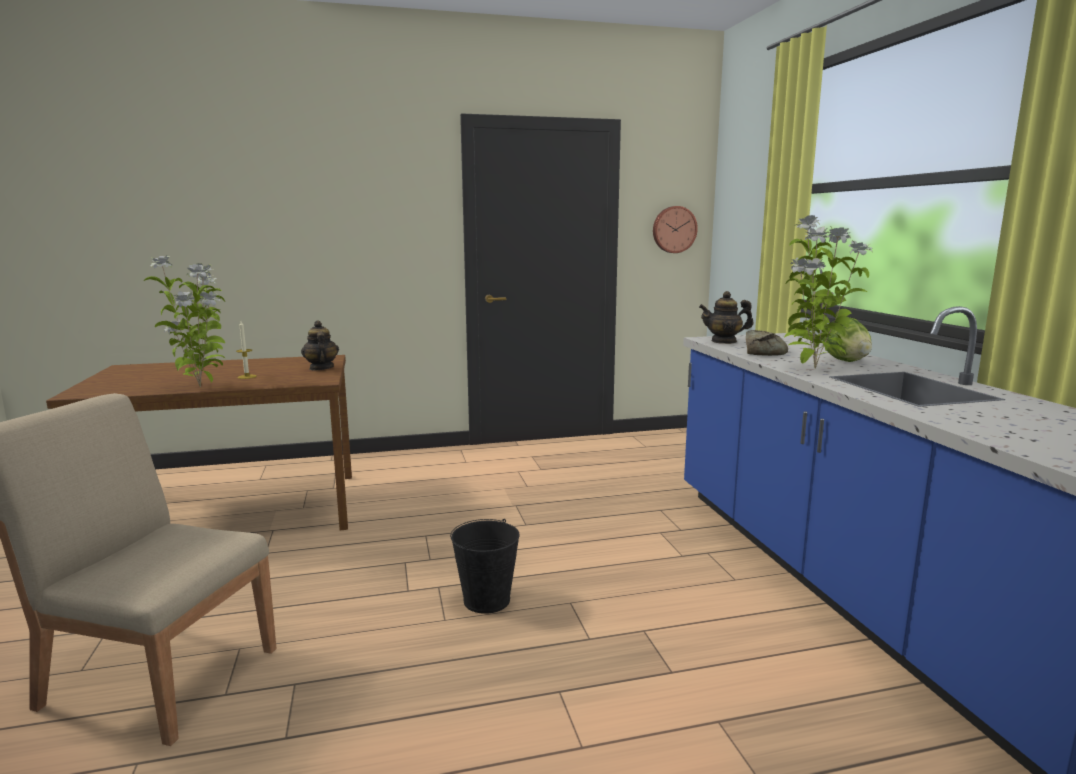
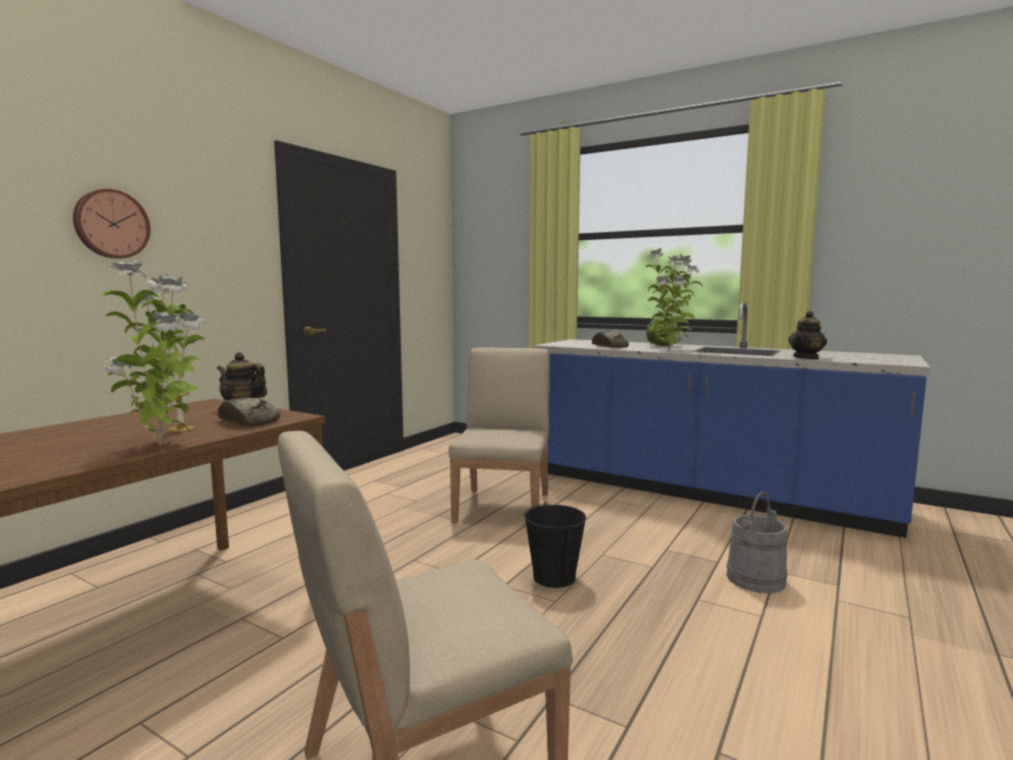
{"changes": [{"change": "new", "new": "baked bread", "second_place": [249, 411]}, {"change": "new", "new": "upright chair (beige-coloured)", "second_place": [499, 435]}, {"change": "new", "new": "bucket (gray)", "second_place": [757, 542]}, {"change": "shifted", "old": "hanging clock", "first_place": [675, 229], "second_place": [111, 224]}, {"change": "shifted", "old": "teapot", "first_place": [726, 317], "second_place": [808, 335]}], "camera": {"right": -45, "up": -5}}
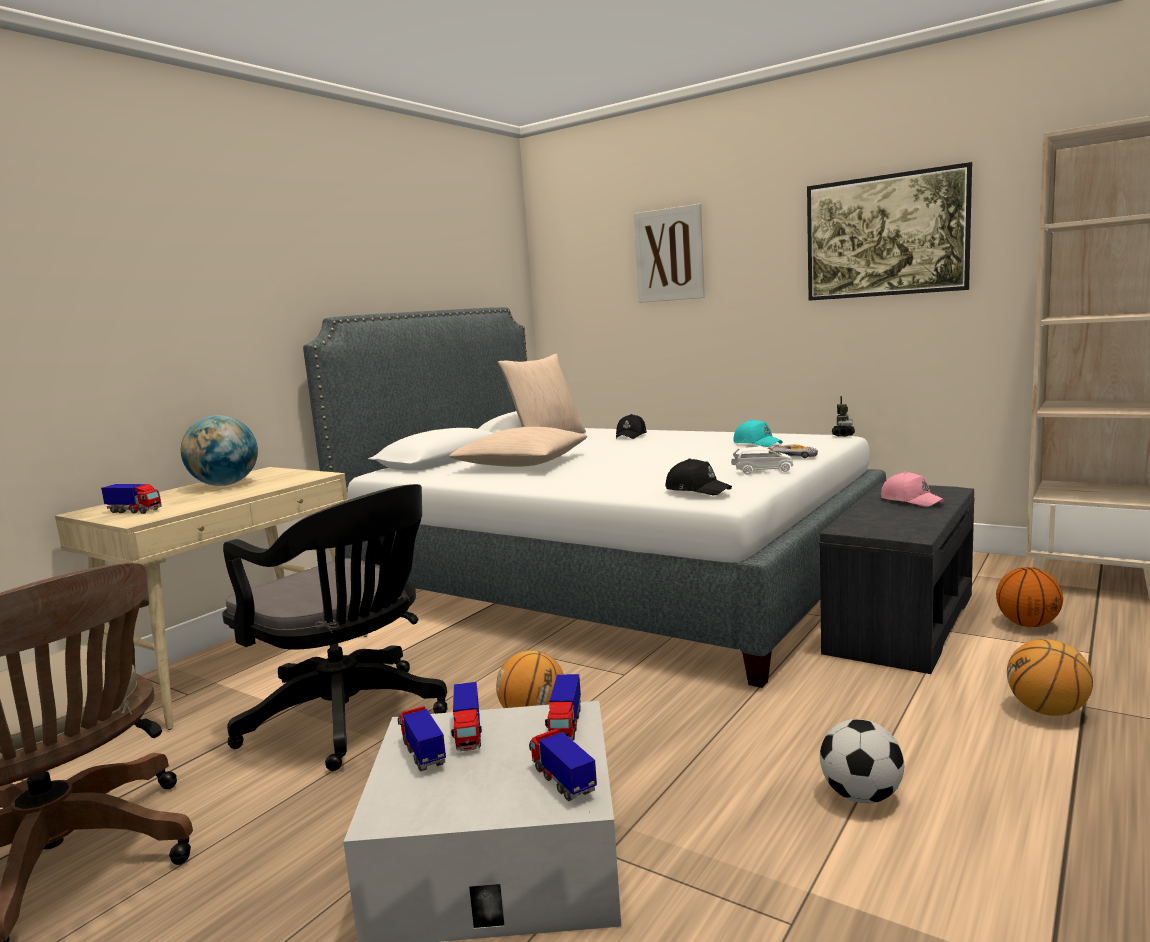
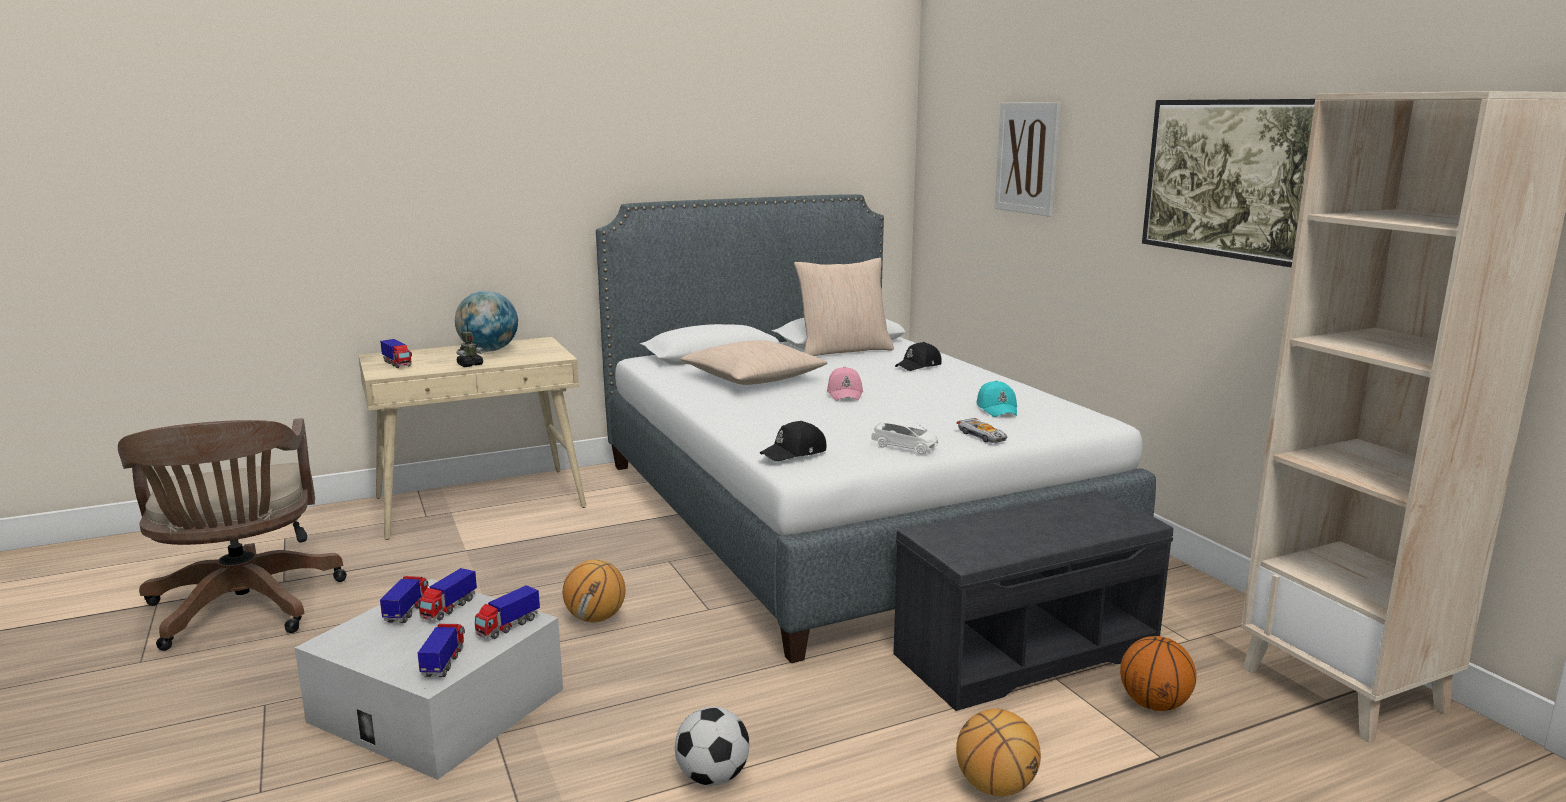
{"changes": [{"change": "gone", "old": "computer chair (blackish)", "first_place": [335, 627]}, {"change": "shifted", "old": "toy robot", "first_place": [843, 416], "second_place": [470, 345]}, {"change": "shifted", "old": "baseball cap (pink)", "first_place": [912, 489], "second_place": [845, 384]}, {"change": "rotated", "old": "baseball cap (blackish)", "first_place": [698, 477], "second_place": [793, 441], "degrees": 75}], "camera": {"right": 30, "up": 5}}
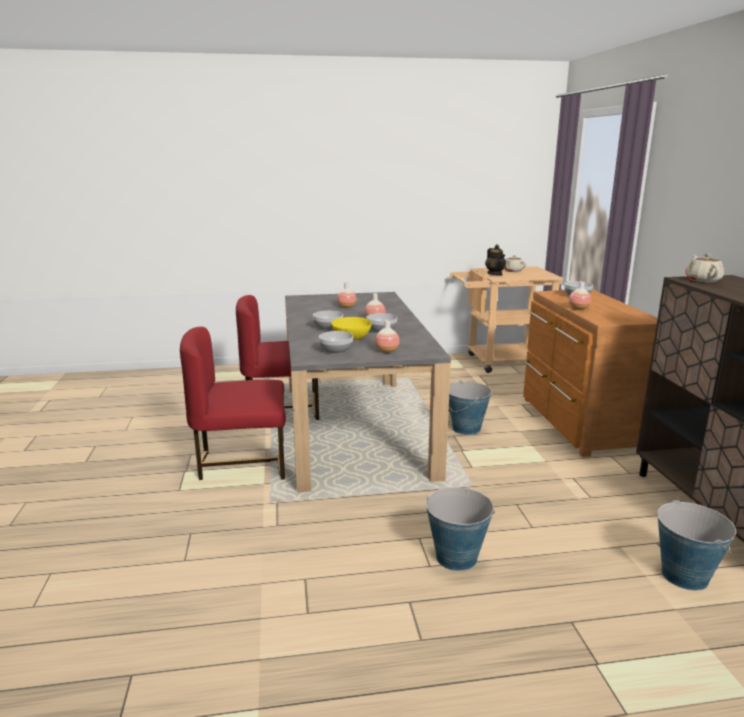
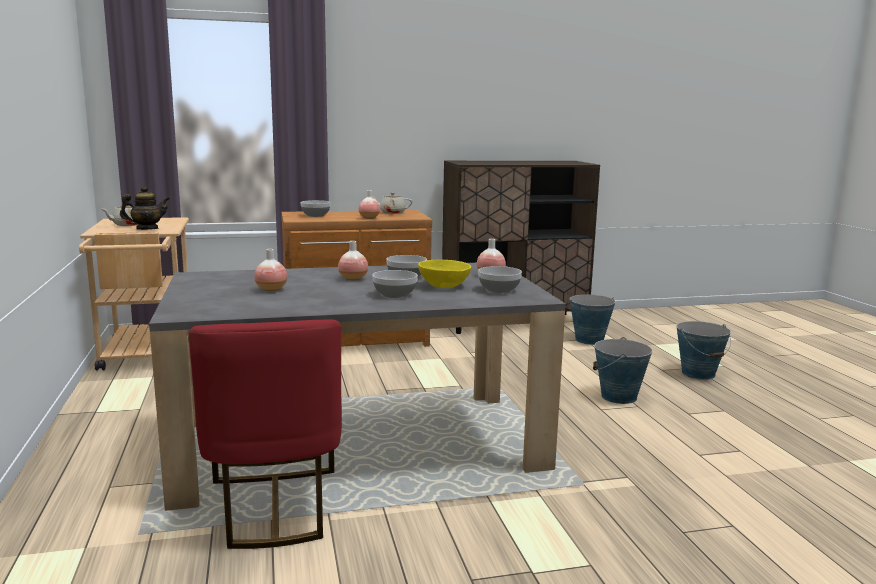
{"changes": [{"change": "gone", "old": "upright chair (red-coloured)", "first_place": [233, 403]}, {"change": "shifted", "old": "bucket", "first_place": [470, 407], "second_place": [704, 350]}, {"change": "shifted", "old": "teapot (beige-coloured)", "first_place": [704, 268], "second_place": [392, 203]}], "camera": {"right": -95, "up": -5}}
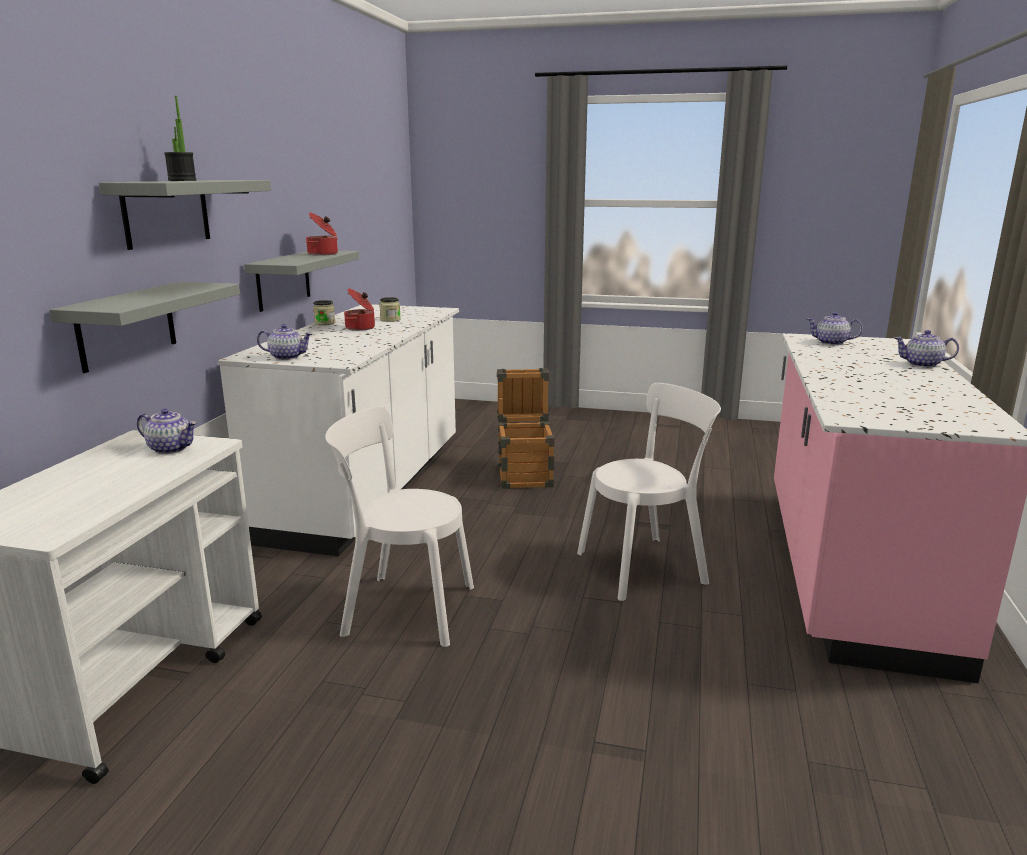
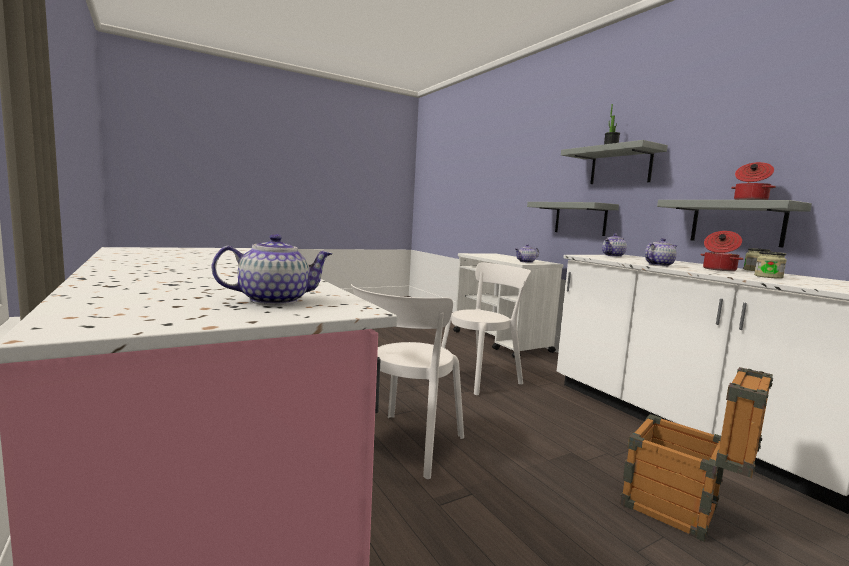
{"changes": [{"change": "shifted", "old": "teapot", "first_place": [926, 349], "second_place": [661, 252]}], "camera": {"right": 135, "up": -10}}
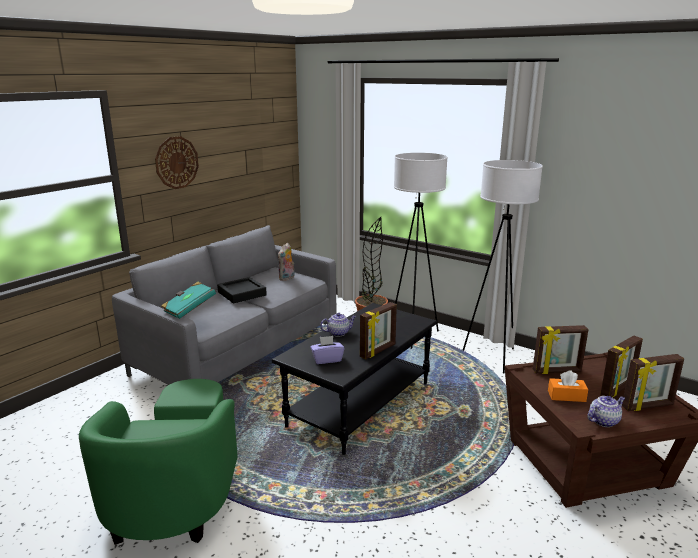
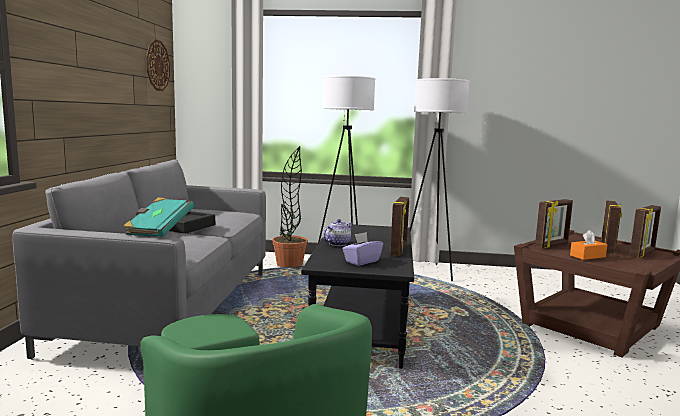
{"changes": [{"change": "gone", "old": "soft toy", "first_place": [286, 262]}, {"change": "gone", "old": "teapot", "first_place": [606, 411]}, {"change": "shifted", "old": "hanging clock", "first_place": [177, 162], "second_place": [158, 65]}], "camera": {"right": -30, "up": -10}}
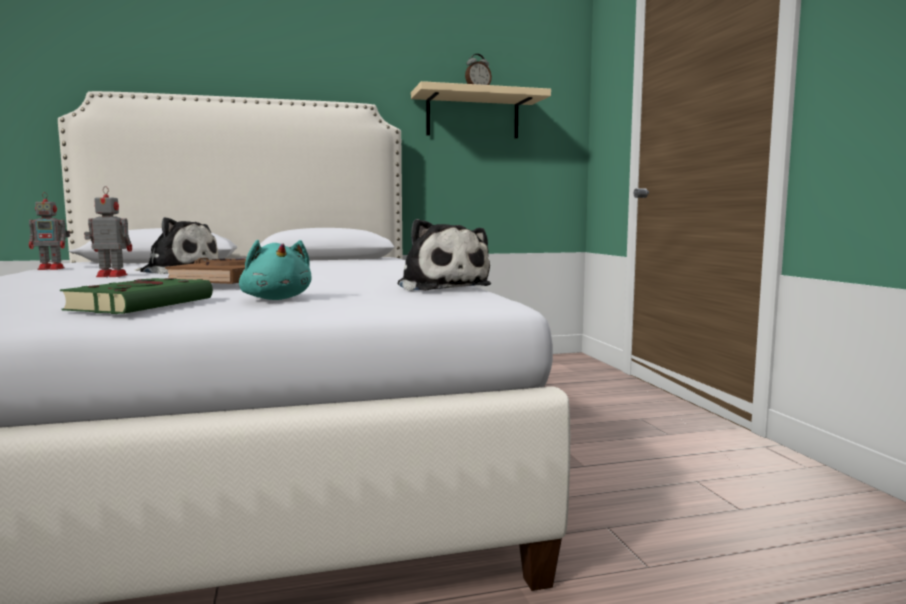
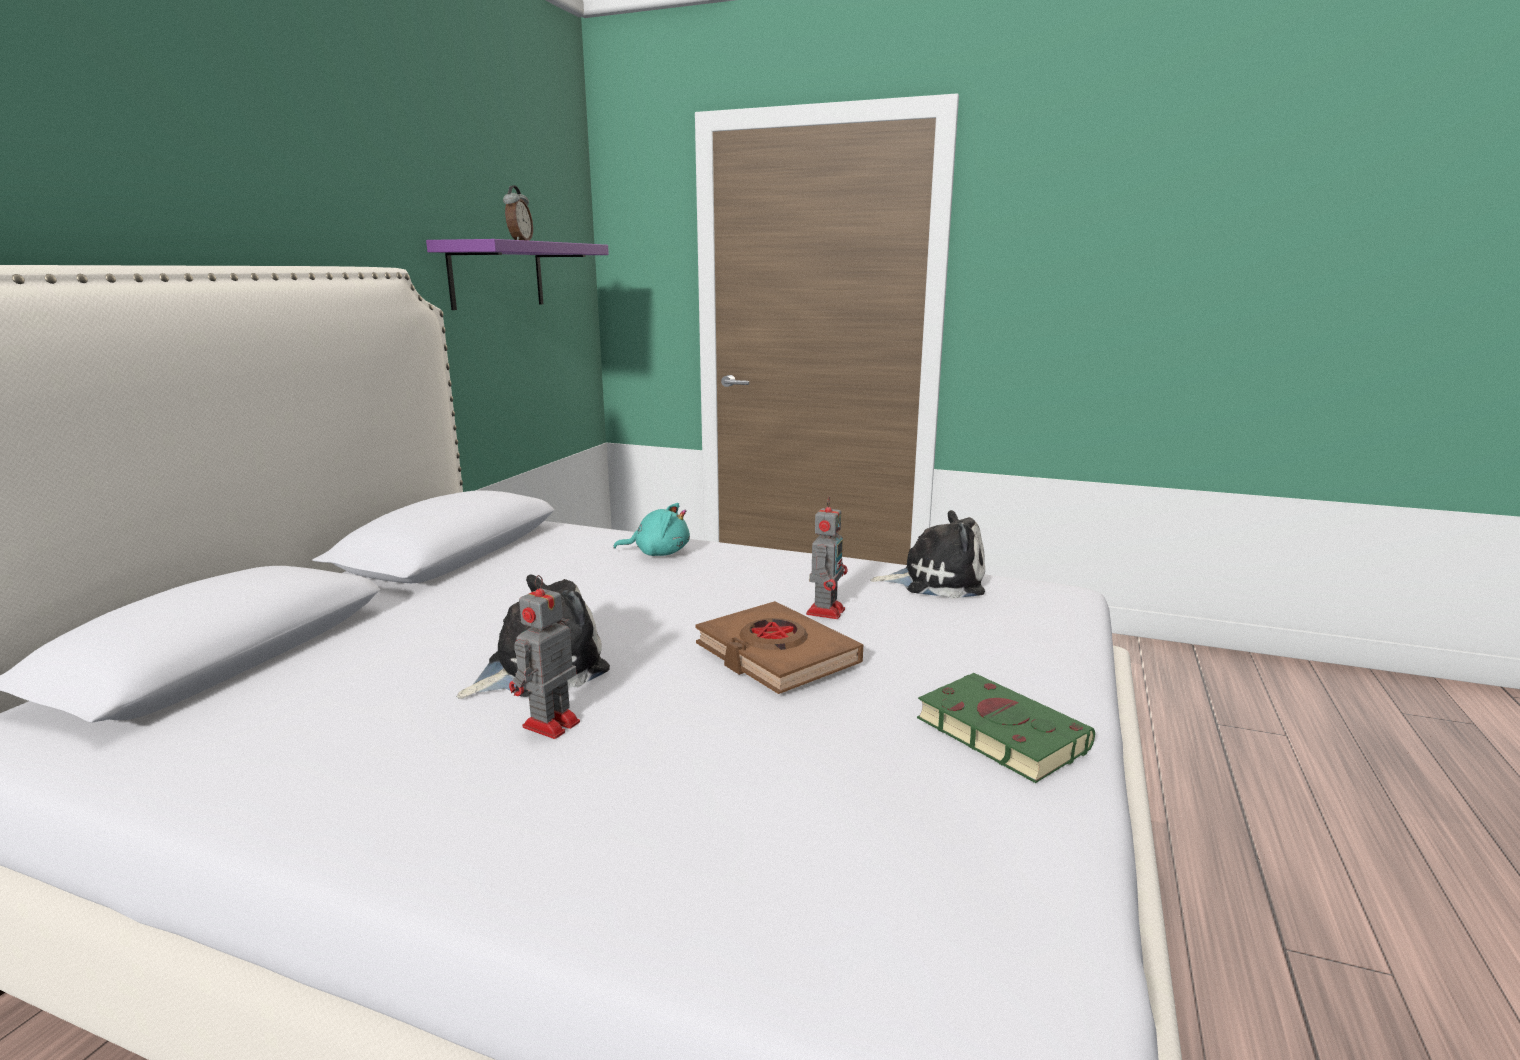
{"changes": [{"change": "shifted", "old": "toy robot", "first_place": [49, 231], "second_place": [827, 558]}, {"change": "shifted", "old": "soft toy (turquoise-coloured)", "first_place": [275, 270], "second_place": [651, 529]}, {"change": "repainted", "old": "wall shelf (beige-coloured)", "new": "wall shelf (purplish)", "first_place": [481, 109], "second_place": [517, 274]}], "camera": {"right": -55, "up": 10}}
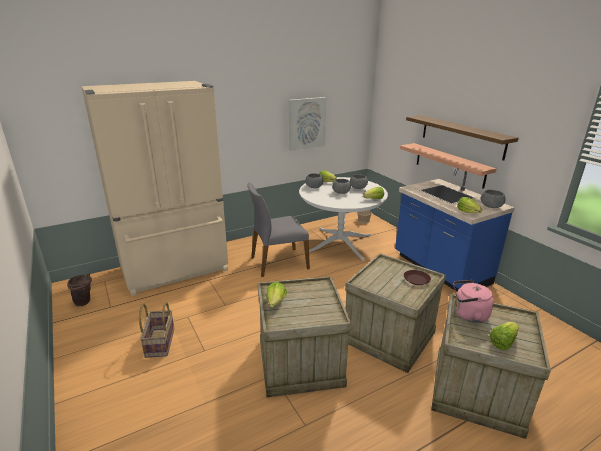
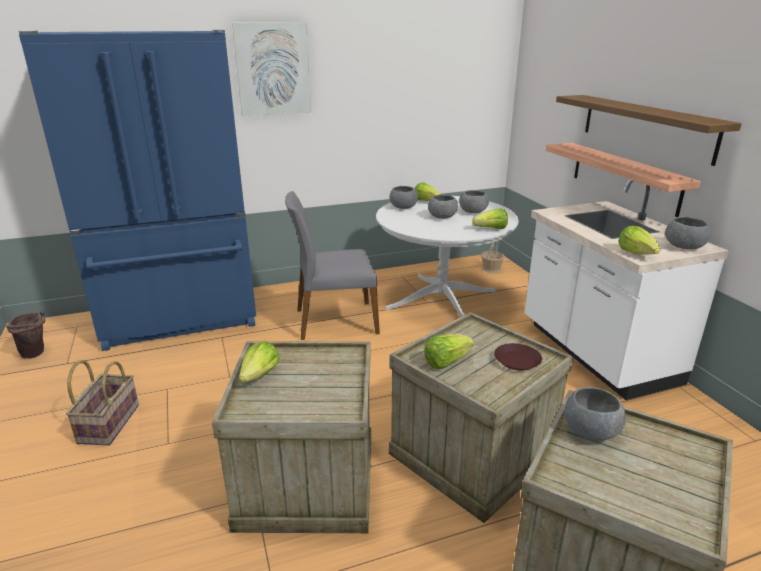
{"changes": [{"change": "shifted", "old": "wall picture", "first_place": [307, 124], "second_place": [271, 69]}, {"change": "shifted", "old": "lettuce head", "first_place": [504, 336], "second_place": [449, 351]}, {"change": "swapped", "old": "tea kettle (pink)", "new": "deep dish (gray)", "first_place": [473, 301], "second_place": [595, 414]}, {"change": "repainted", "old": "fridge (beige-coloured)", "new": "fridge (blue-coloured)", "first_place": [155, 188], "second_place": [137, 190]}, {"change": "repainted", "old": "kitchen counter (blue-coloured)", "new": "kitchen counter (white-coloured)", "first_place": [455, 230], "second_place": [627, 289]}], "camera": {"right": 10, "up": 0}}
